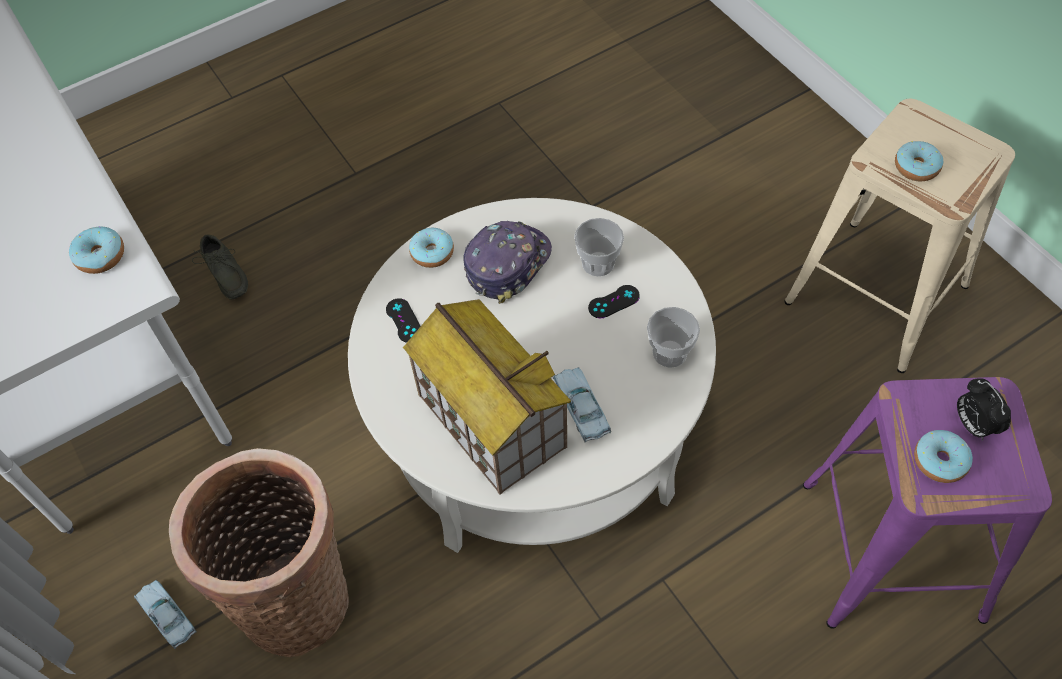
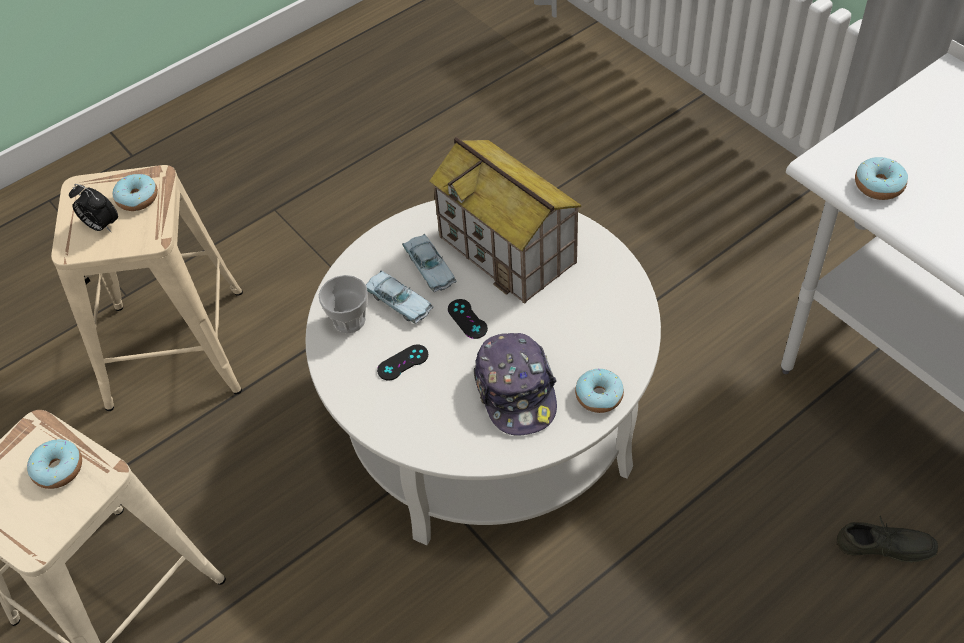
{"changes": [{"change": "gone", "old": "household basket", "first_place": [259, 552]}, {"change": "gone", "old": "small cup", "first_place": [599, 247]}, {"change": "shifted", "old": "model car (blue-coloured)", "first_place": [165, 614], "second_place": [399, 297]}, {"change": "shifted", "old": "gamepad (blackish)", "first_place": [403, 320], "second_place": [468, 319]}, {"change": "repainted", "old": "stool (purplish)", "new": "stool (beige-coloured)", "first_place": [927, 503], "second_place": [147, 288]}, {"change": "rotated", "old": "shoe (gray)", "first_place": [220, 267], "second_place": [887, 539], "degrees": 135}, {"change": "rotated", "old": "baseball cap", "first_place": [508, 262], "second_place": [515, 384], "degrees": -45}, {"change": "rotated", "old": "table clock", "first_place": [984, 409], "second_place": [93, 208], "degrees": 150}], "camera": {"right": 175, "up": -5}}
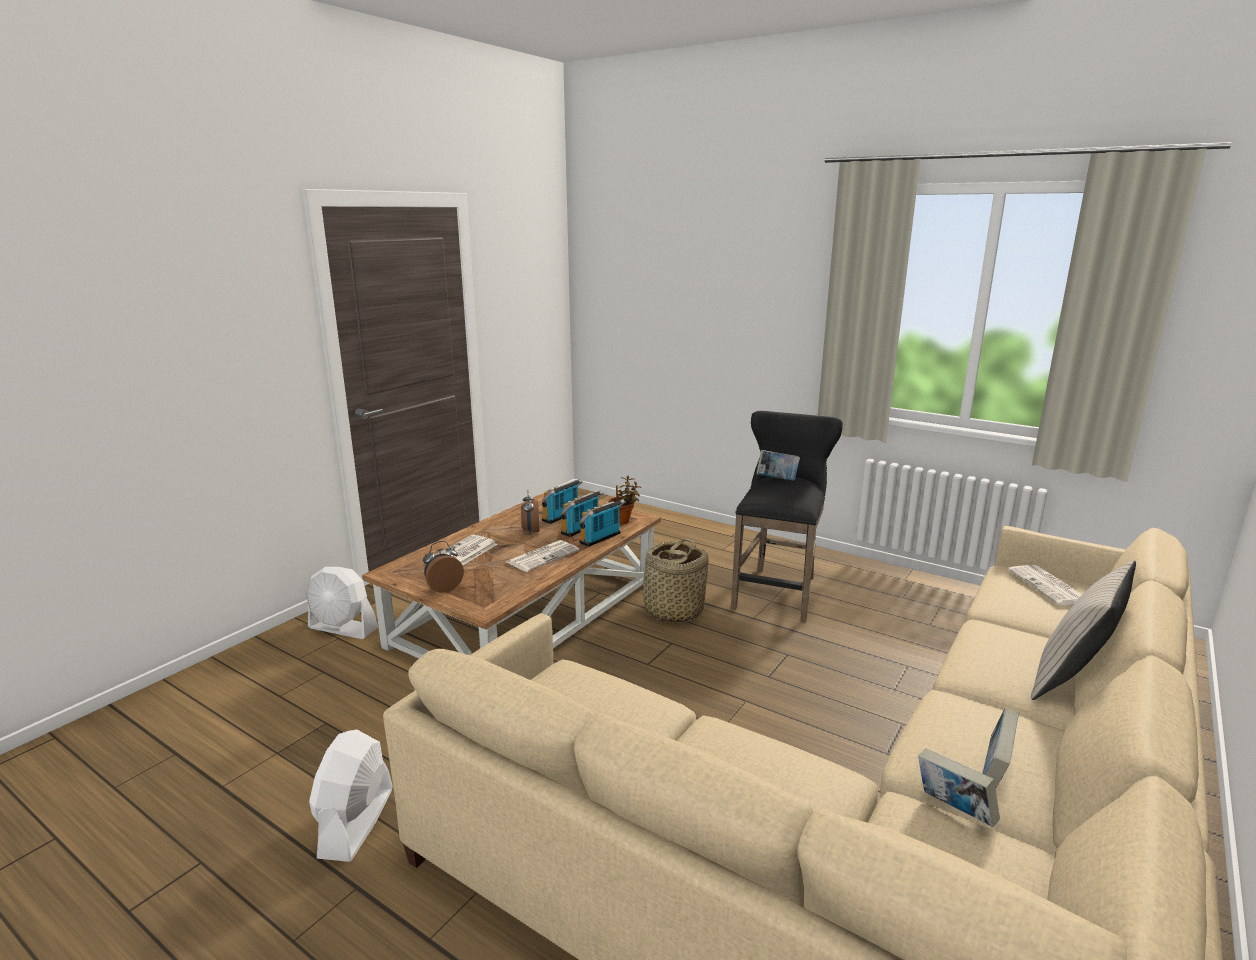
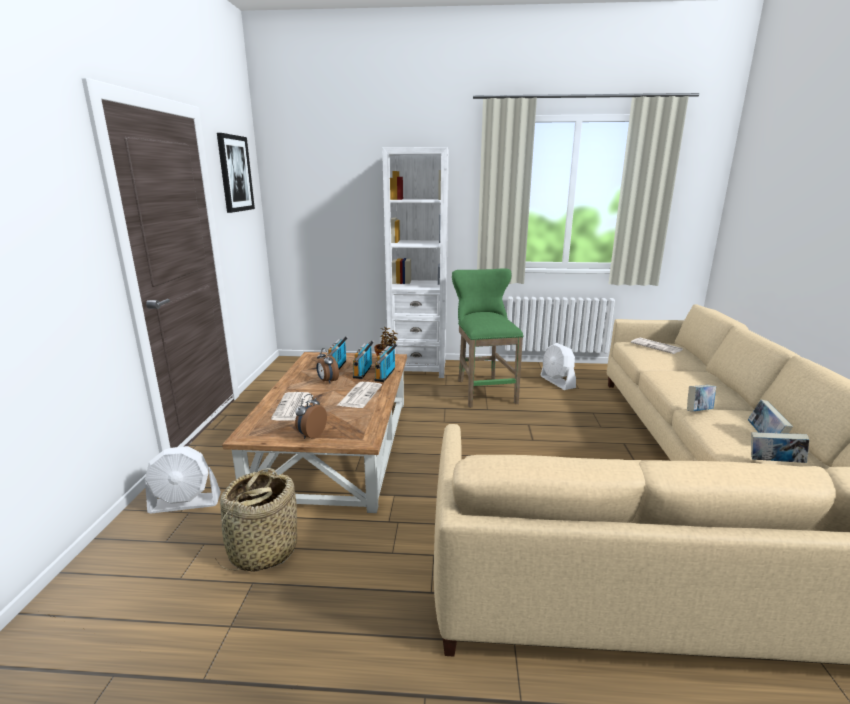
{"changes": [{"change": "gone", "old": "throw pillow (beige-coloured)", "first_place": [1083, 630]}, {"change": "new", "new": "wall picture", "second_place": [236, 173]}, {"change": "new", "new": "bookcase (white-coloured)", "second_place": [415, 262]}, {"change": "shifted", "old": "electric fan (white-coloured)", "first_place": [351, 796], "second_place": [558, 366]}, {"change": "shifted", "old": "household basket", "first_place": [671, 581], "second_place": [256, 519]}, {"change": "shifted", "old": "bound book", "first_place": [778, 465], "second_place": [701, 398]}, {"change": "repainted", "old": "stool (blackish)", "new": "stool (green)", "first_place": [787, 517], "second_place": [487, 338]}], "camera": {"right": -30, "up": 0}}
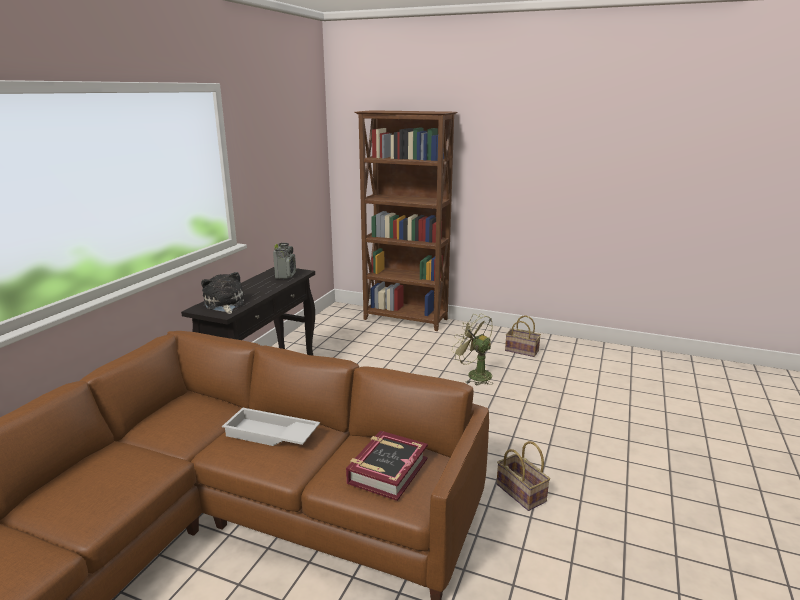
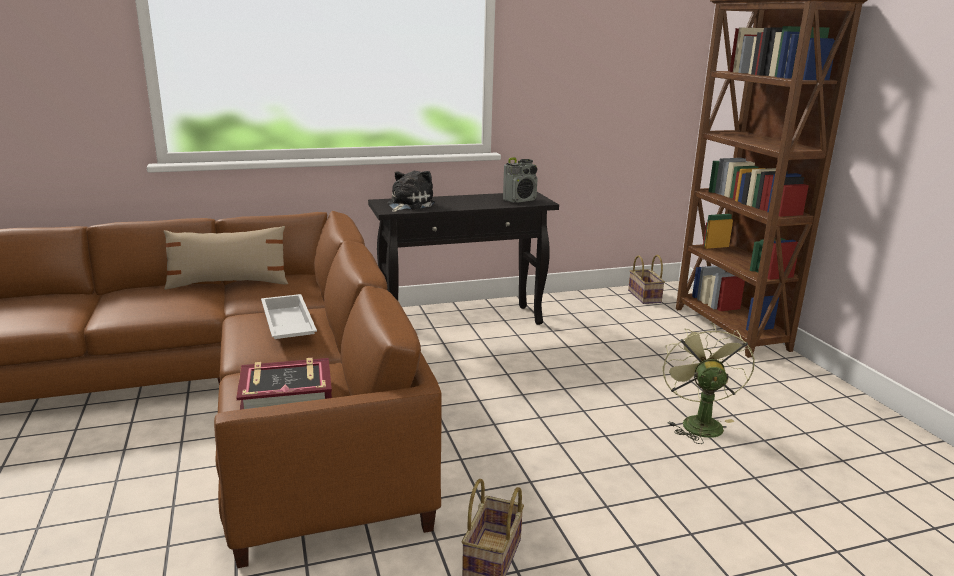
{"changes": [{"change": "new", "new": "throw pillow (beige-coloured)", "second_place": [226, 258]}, {"change": "shifted", "old": "household basket", "first_place": [523, 336], "second_place": [646, 279]}], "camera": {"right": 50, "up": 0}}
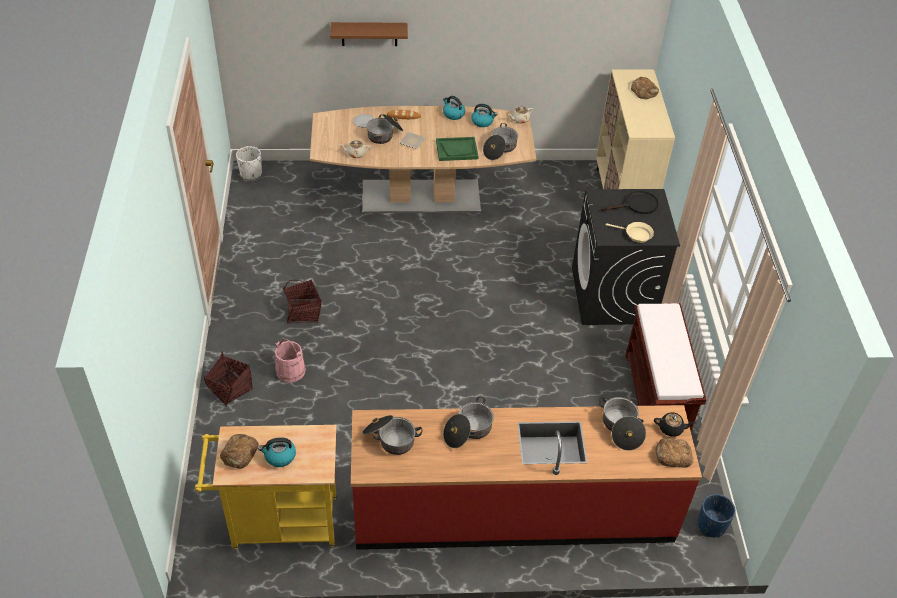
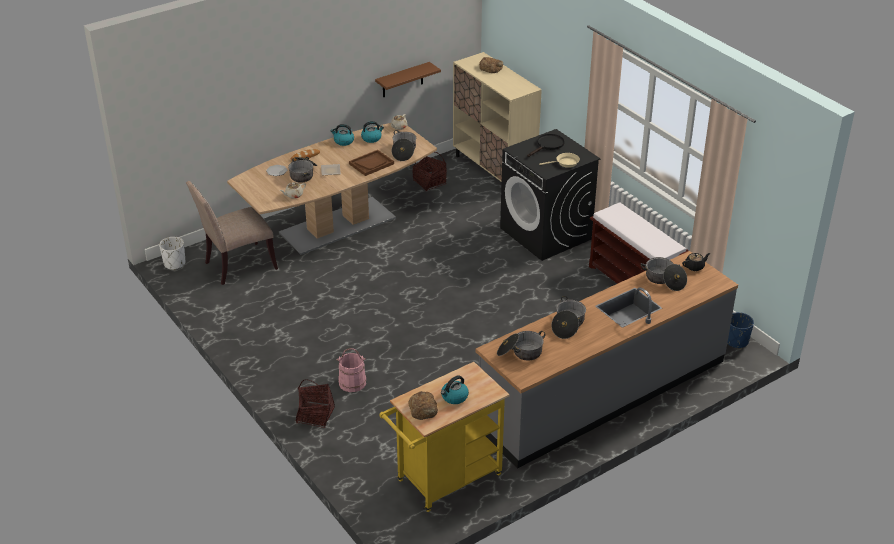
{"changes": [{"change": "gone", "old": "baked bread", "first_place": [674, 453]}, {"change": "new", "new": "upright chair (beige-coloured)", "second_place": [232, 233]}, {"change": "shifted", "old": "household basket", "first_place": [302, 301], "second_place": [429, 171]}, {"change": "shifted", "old": "wall shelf (brown)", "first_place": [369, 34], "second_place": [408, 79]}, {"change": "repainted", "old": "kitchen counter (red-coloured)", "new": "kitchen counter (gray)", "first_place": [526, 477], "second_place": [607, 360]}, {"change": "repainted", "old": "carrying tray (green)", "new": "carrying tray (brown)", "first_place": [457, 149], "second_place": [371, 163]}], "camera": {"right": -30, "up": -10}}
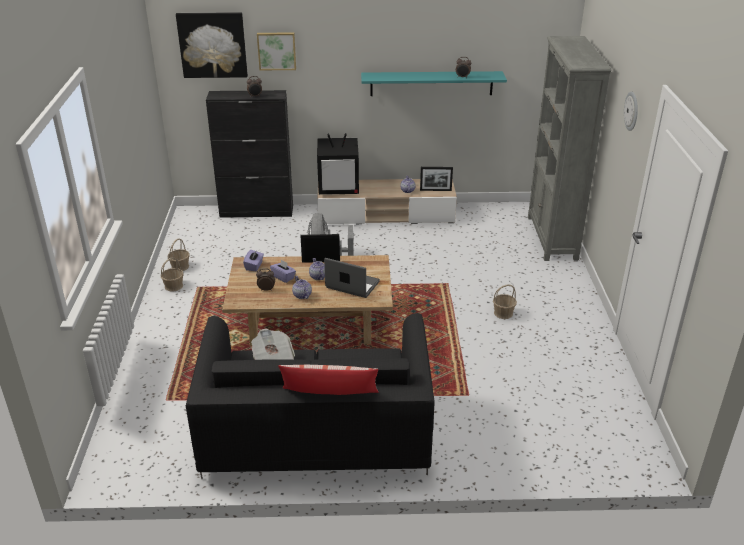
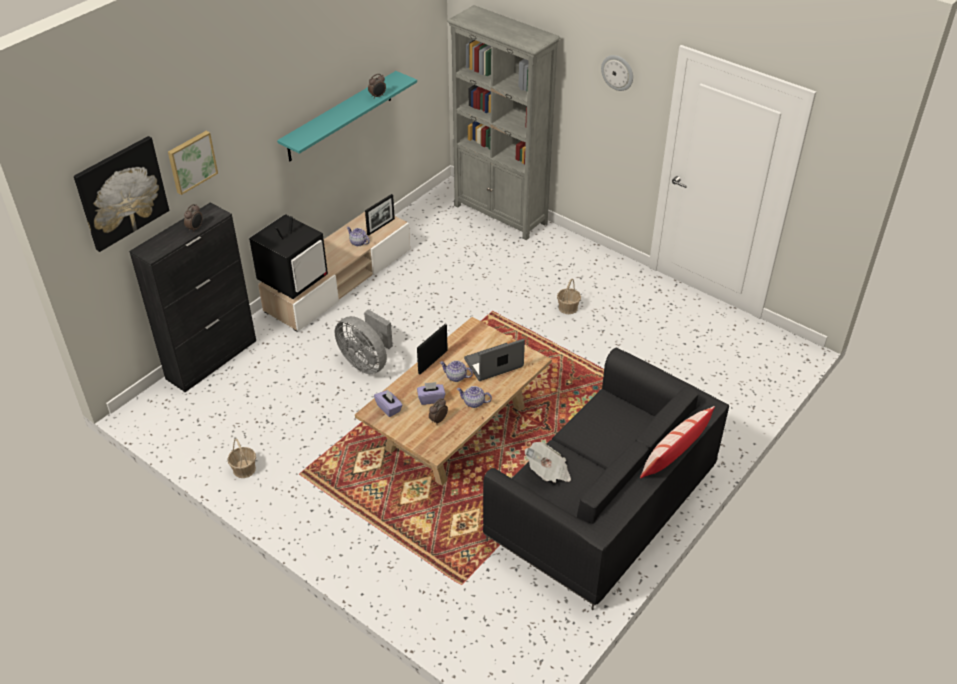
{"changes": [{"change": "gone", "old": "household basket", "first_place": [172, 274]}], "camera": {"right": -50, "up": 10}}
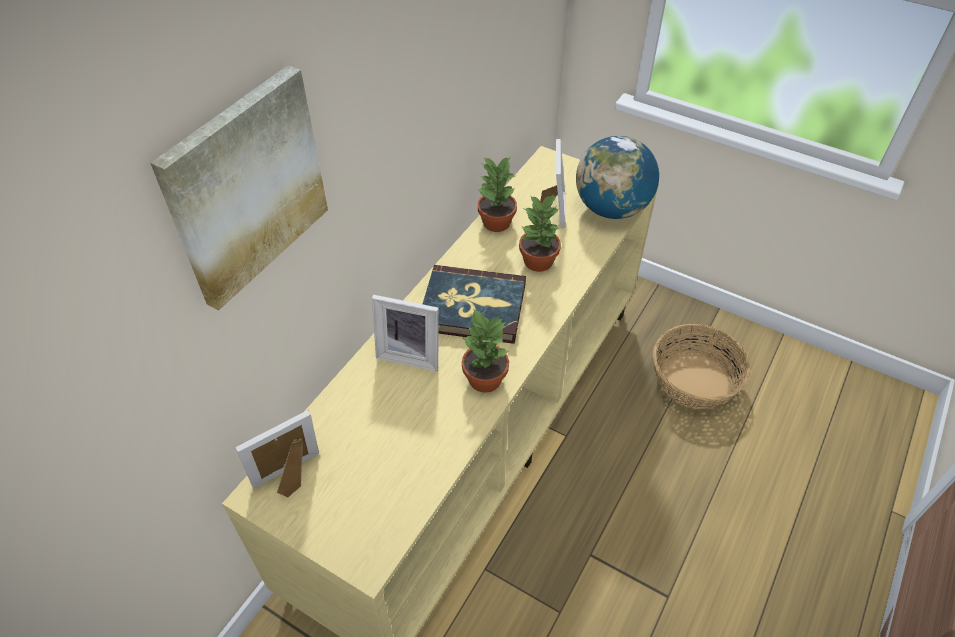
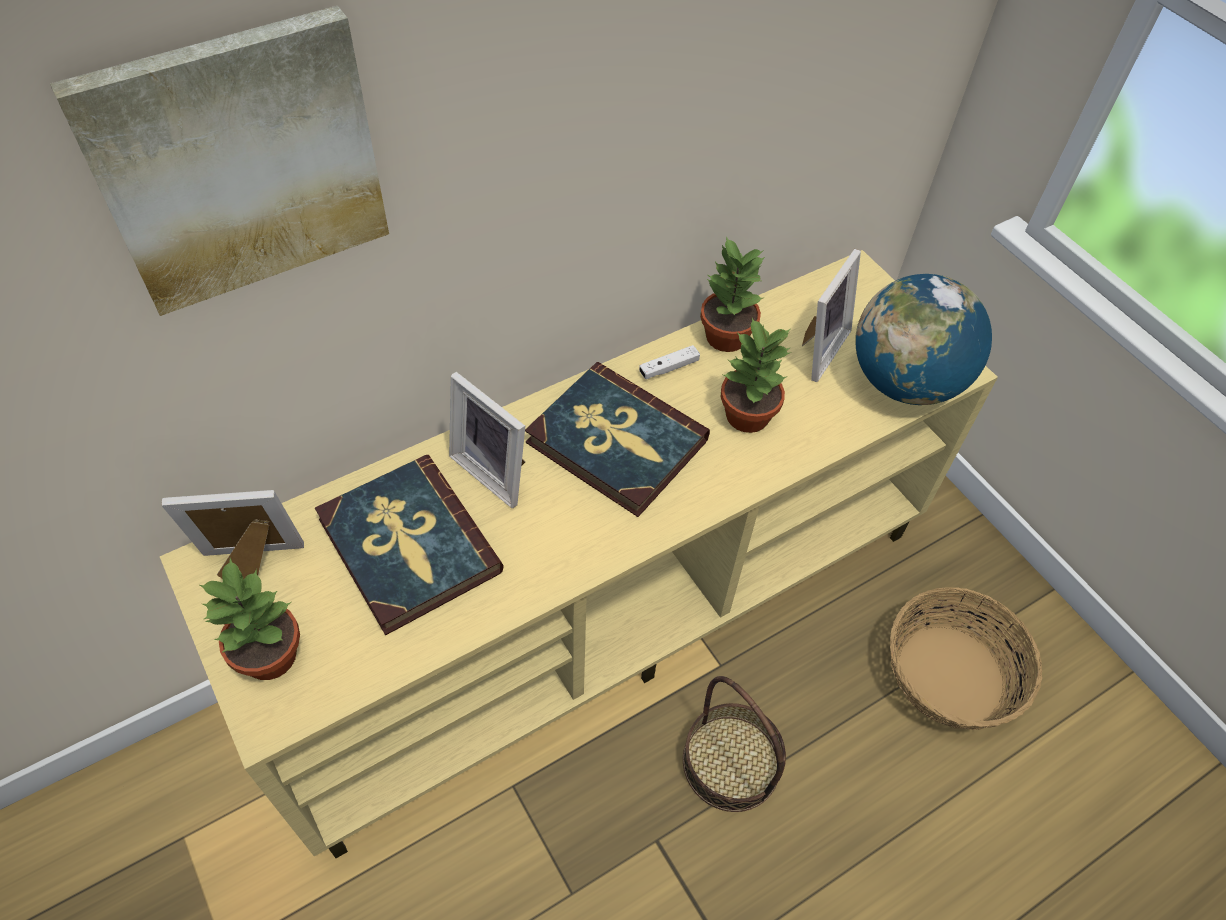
{"changes": [{"change": "new", "new": "bound book", "second_place": [409, 545]}, {"change": "new", "new": "gamepad (white-coloured)", "second_place": [669, 362]}, {"change": "new", "new": "household basket", "second_place": [734, 744]}, {"change": "shifted", "old": "houseplant", "first_place": [485, 351], "second_place": [250, 619]}], "camera": {"right": 25, "up": 5}}
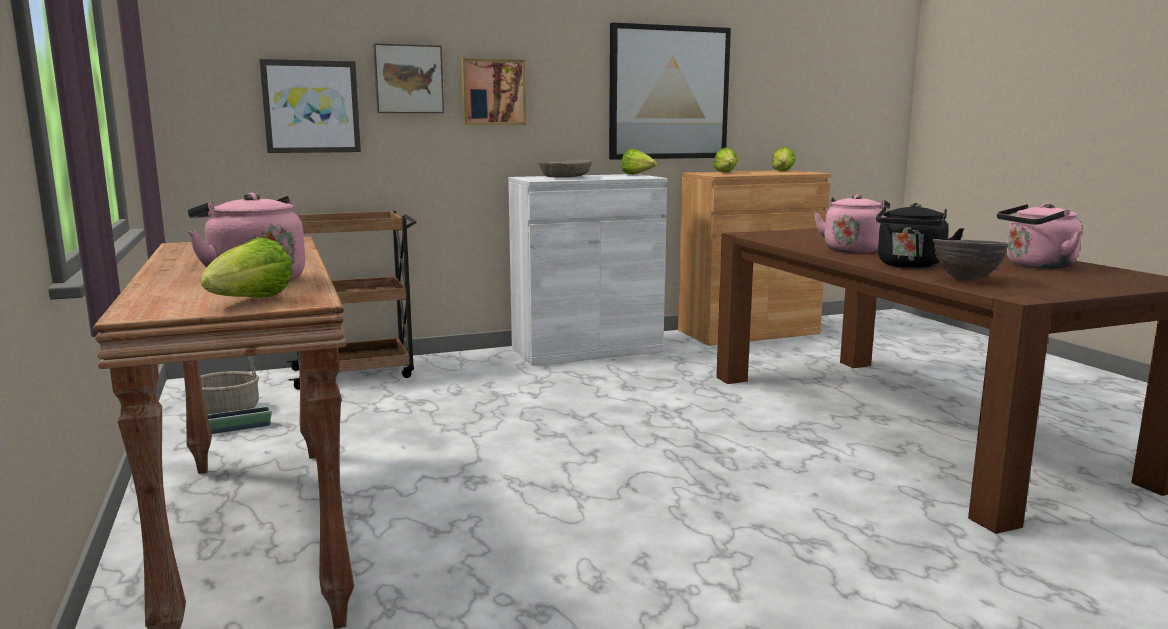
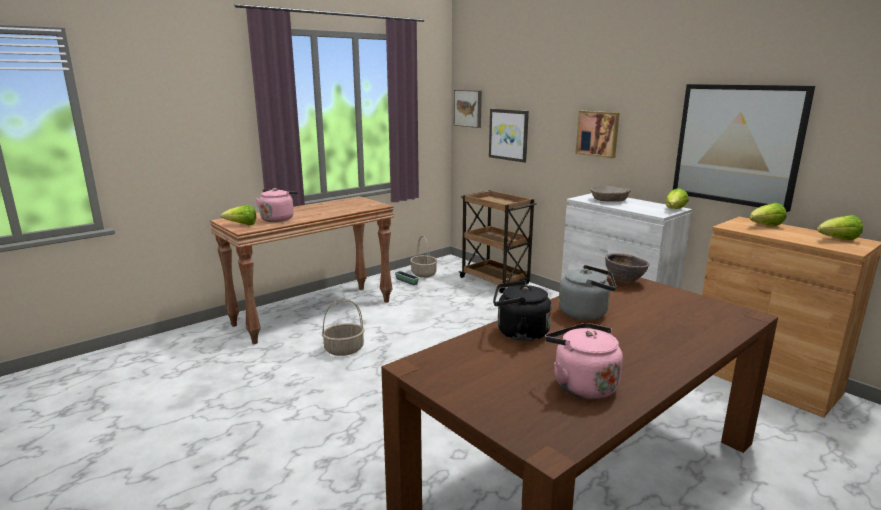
{"changes": [{"change": "new", "new": "household basket", "second_place": [343, 327]}, {"change": "shifted", "old": "wall picture", "first_place": [408, 78], "second_place": [468, 109]}, {"change": "shifted", "old": "deep dish (brown)", "first_place": [970, 260], "second_place": [627, 268]}, {"change": "repainted", "old": "tea kettle (pink)", "new": "tea kettle (gray)", "first_place": [852, 223], "second_place": [588, 292]}], "camera": {"right": 70, "up": 5}}
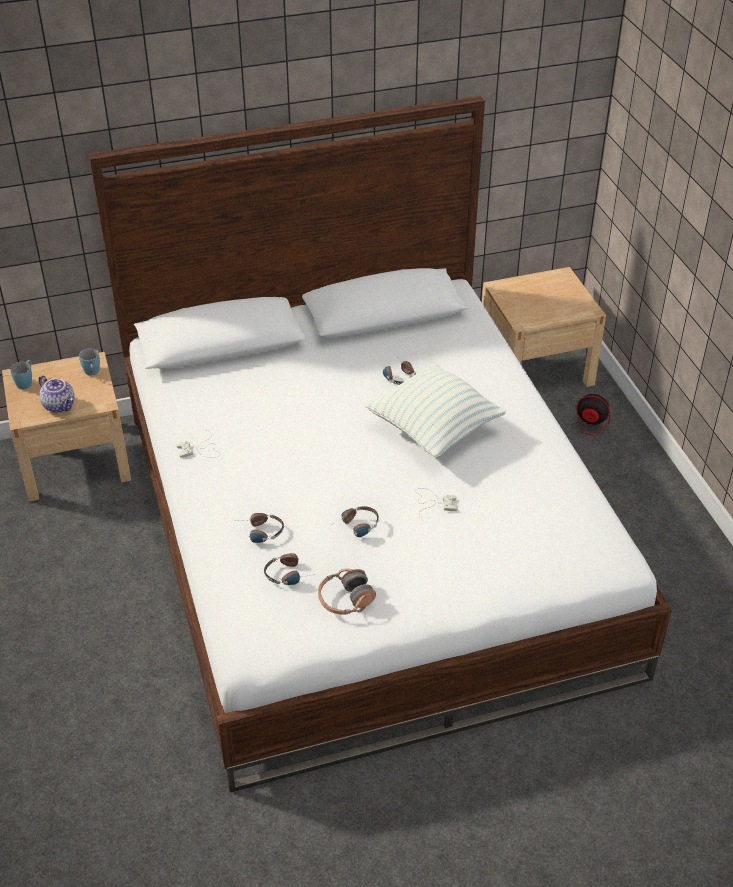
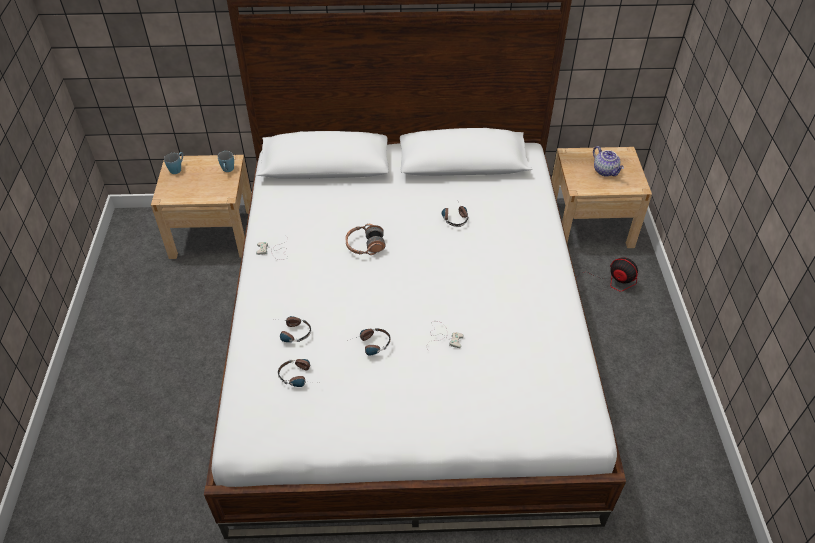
{"changes": [{"change": "gone", "old": "throw pillow", "first_place": [435, 410]}, {"change": "shifted", "old": "teapot", "first_place": [56, 394], "second_place": [608, 161]}, {"change": "shifted", "old": "pair of headphones", "first_place": [347, 591], "second_place": [365, 239]}], "camera": {"right": 15, "up": 5}}
